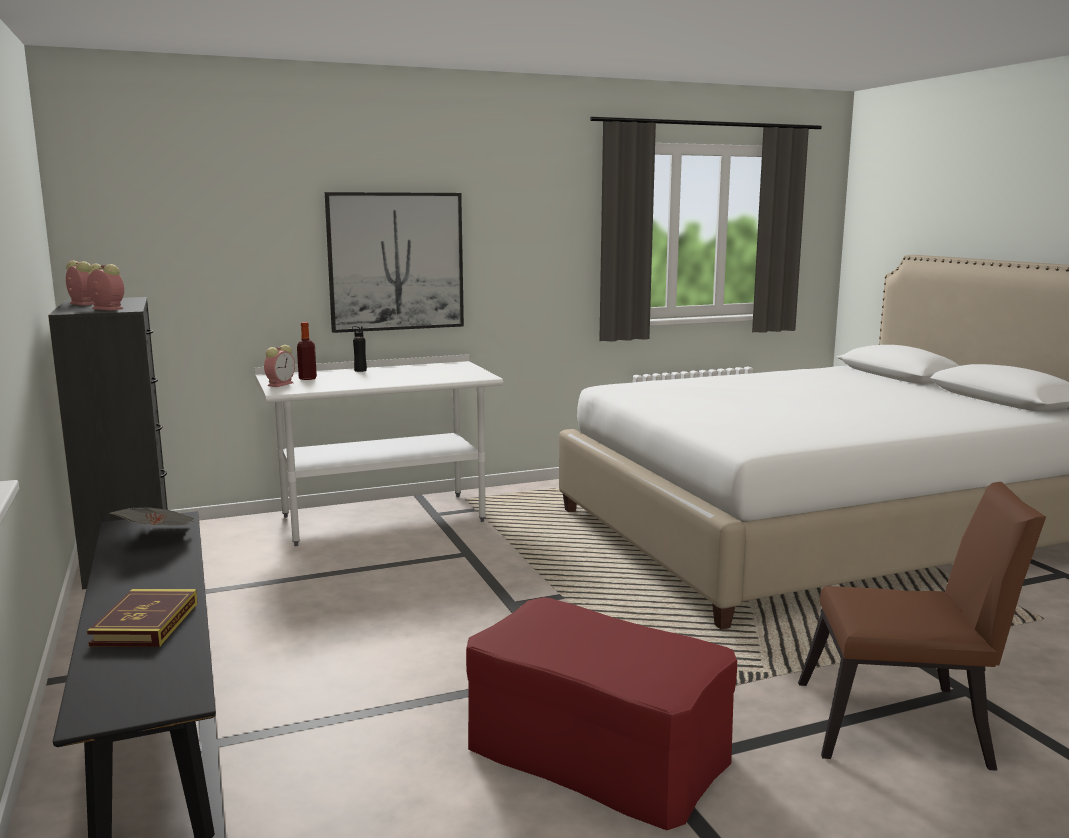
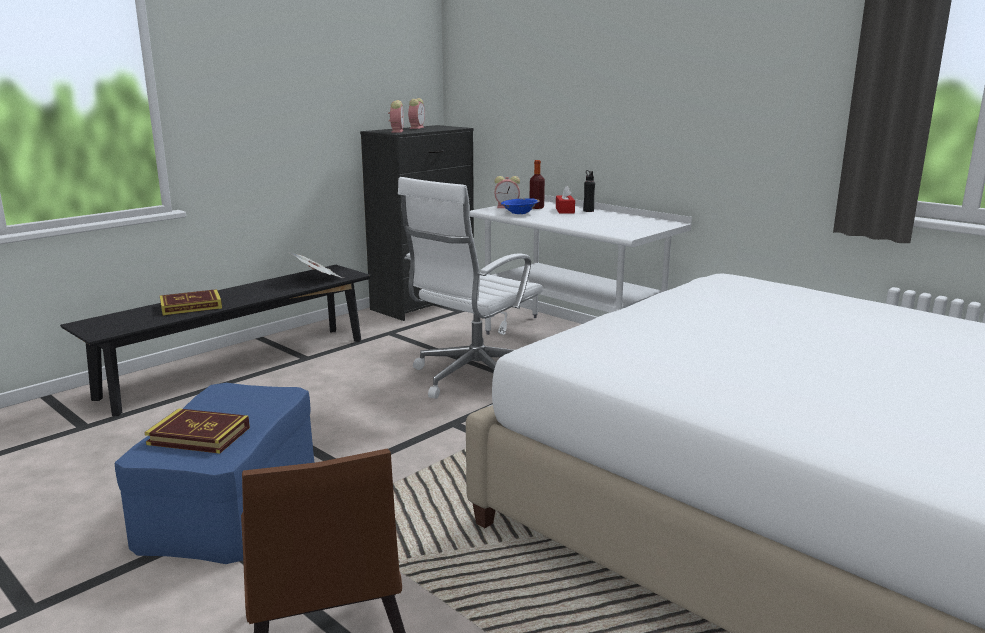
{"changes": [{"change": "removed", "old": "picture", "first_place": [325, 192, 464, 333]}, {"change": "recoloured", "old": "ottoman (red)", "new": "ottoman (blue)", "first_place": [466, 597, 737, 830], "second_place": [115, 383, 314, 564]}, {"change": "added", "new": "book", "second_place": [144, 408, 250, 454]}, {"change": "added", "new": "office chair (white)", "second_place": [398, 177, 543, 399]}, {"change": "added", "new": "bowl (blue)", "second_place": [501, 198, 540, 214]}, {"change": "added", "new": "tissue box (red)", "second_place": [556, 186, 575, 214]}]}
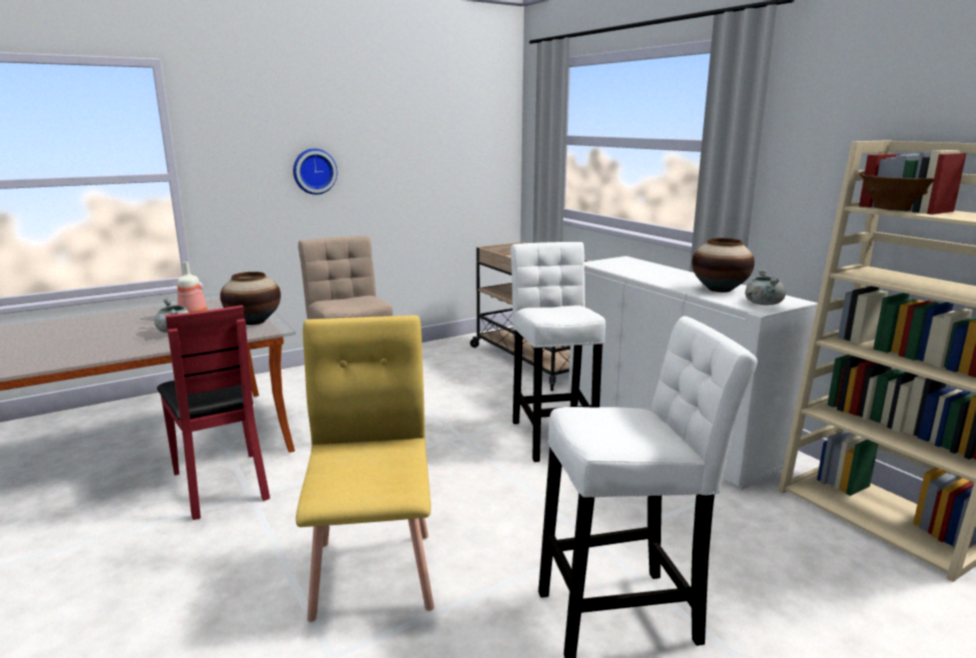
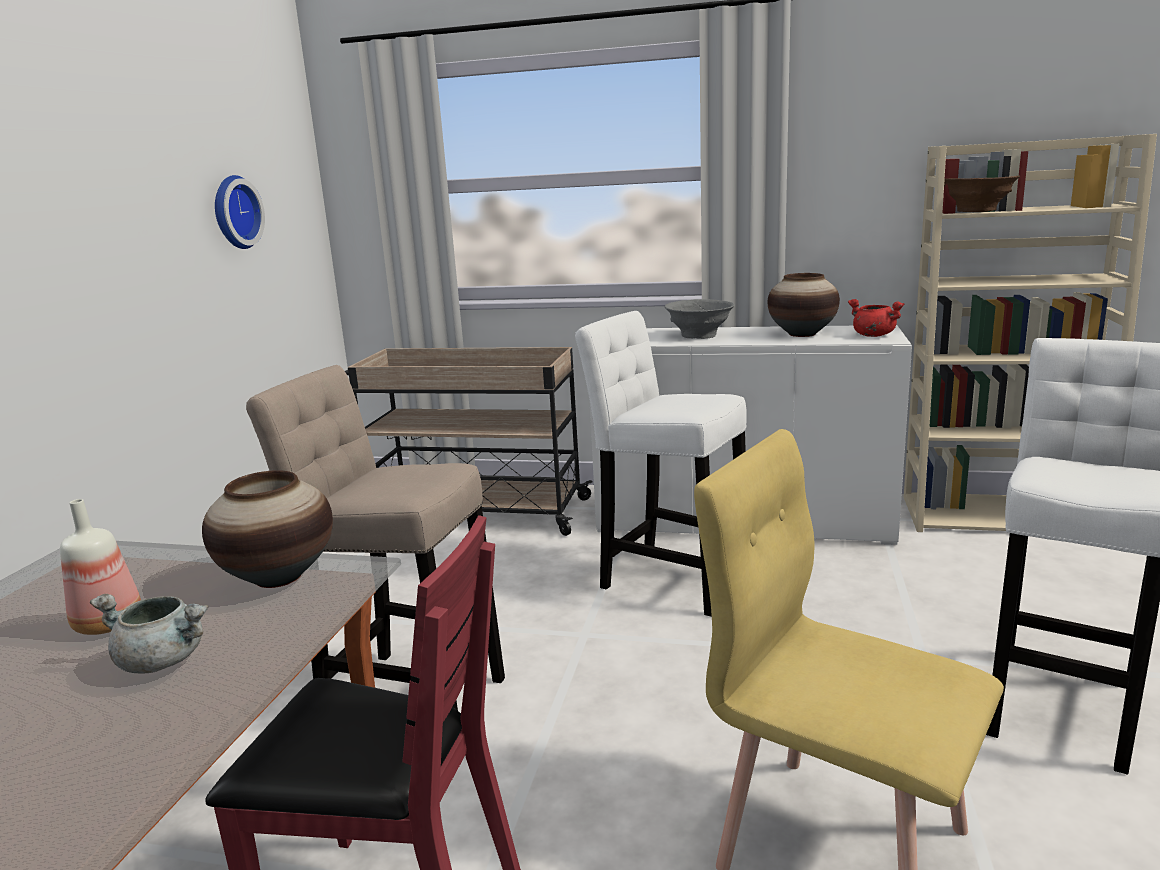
{"changes": [{"change": "moved", "old": "wall clock", "first_place": [293, 149, 337, 195], "second_place": [215, 175, 265, 249]}, {"change": "recoloured", "old": "cooking pot (grey)", "new": "cooking pot (red)", "first_place": [745, 269, 786, 305], "second_place": [848, 299, 904, 337]}, {"change": "added", "new": "bowl (grey)", "second_place": [665, 299, 734, 339]}]}
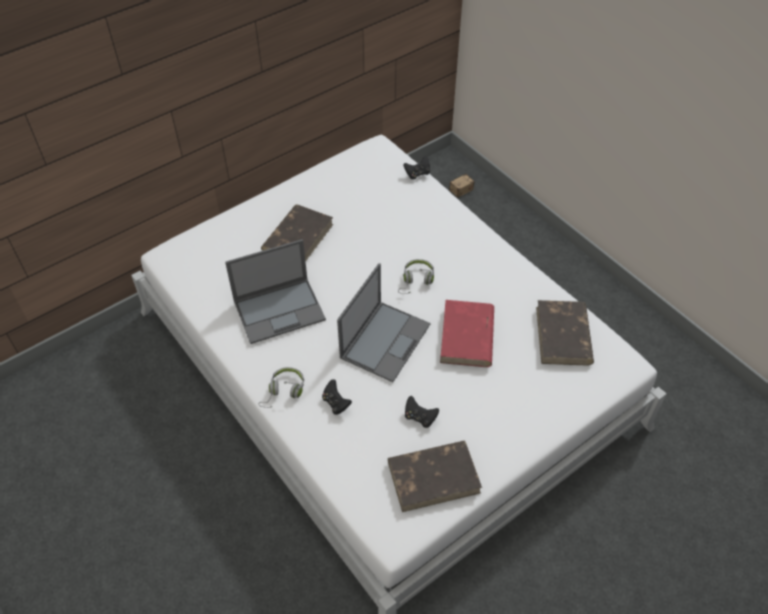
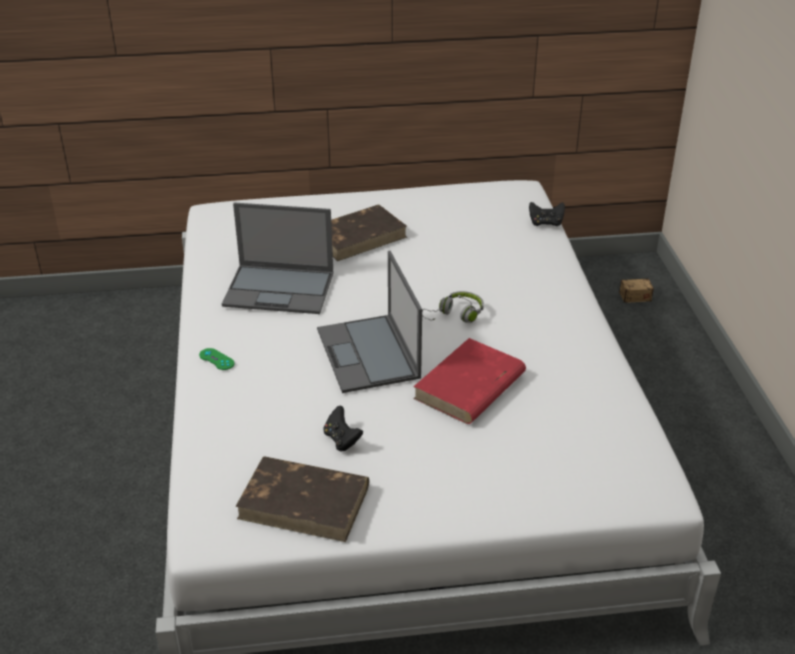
{"changes": [{"change": "replaced", "old": "headphones (grey)", "new": "game controller (green)", "first_place": [258, 367, 304, 408], "second_place": [199, 348, 235, 370]}, {"change": "removed", "old": "game controller (black)", "first_place": [322, 379, 352, 415]}, {"change": "turned", "old": "laptop", "first_place": [337, 263, 431, 382], "second_place": [317, 251, 422, 393], "degrees": 105}, {"change": "removed", "old": "book (brown)", "first_place": [536, 300, 594, 366]}]}
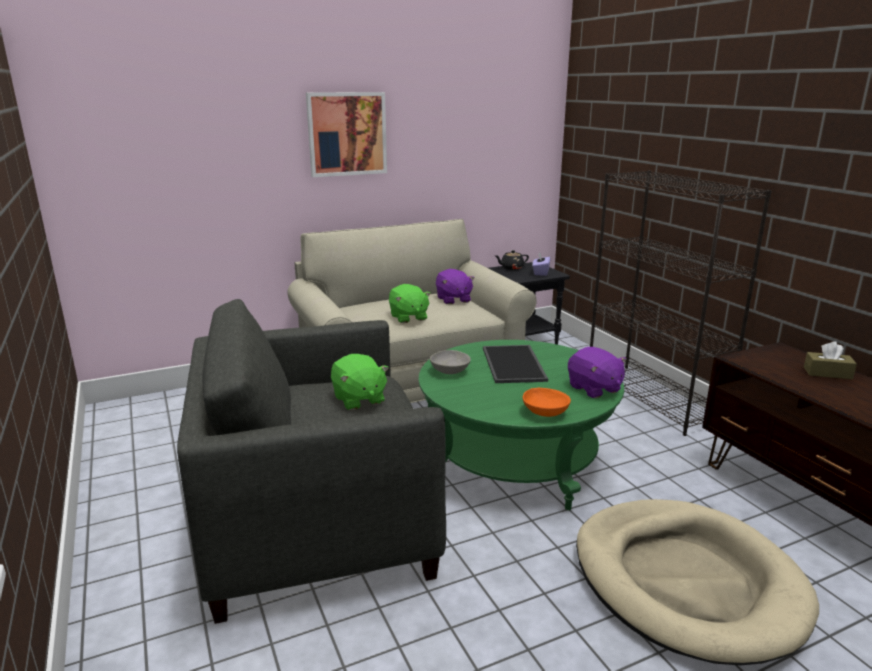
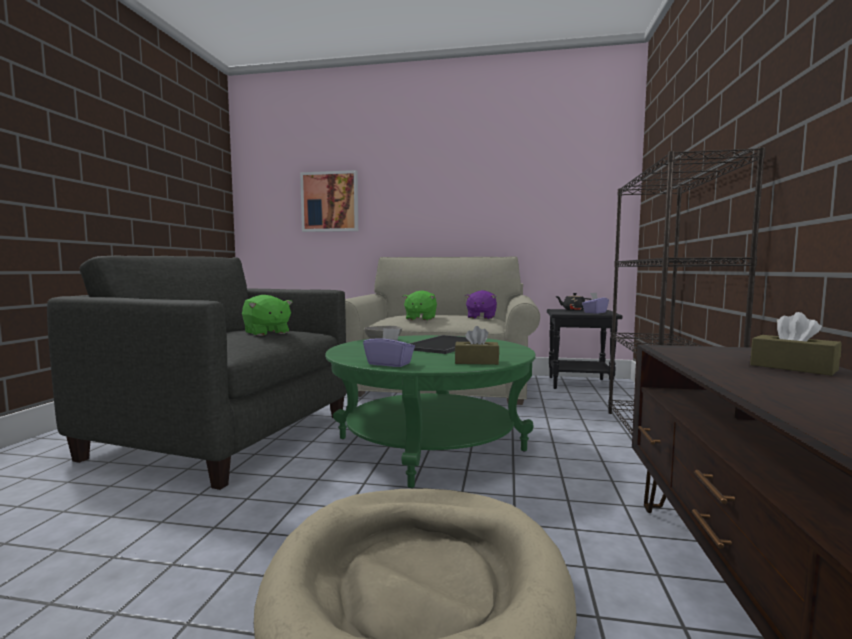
{"changes": [{"change": "moved", "old": "picture", "first_place": [306, 92, 387, 177], "second_place": [300, 170, 358, 232]}, {"change": "turned", "old": "plush toy (green)", "first_place": [331, 354, 389, 410], "second_place": [242, 295, 293, 336], "degrees": -45}, {"change": "replaced", "old": "bowl (orange)", "new": "tissue box (purple)", "first_place": [523, 388, 571, 417], "second_place": [363, 328, 415, 367]}, {"change": "replaced", "old": "plush toy (purple)", "new": "tissue box (brown)", "first_place": [568, 347, 627, 398], "second_place": [455, 326, 499, 365]}]}
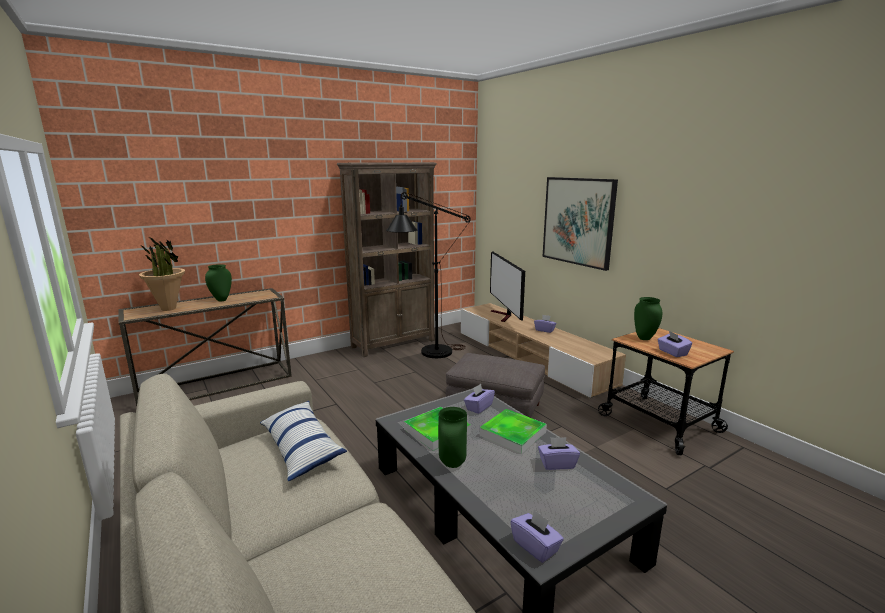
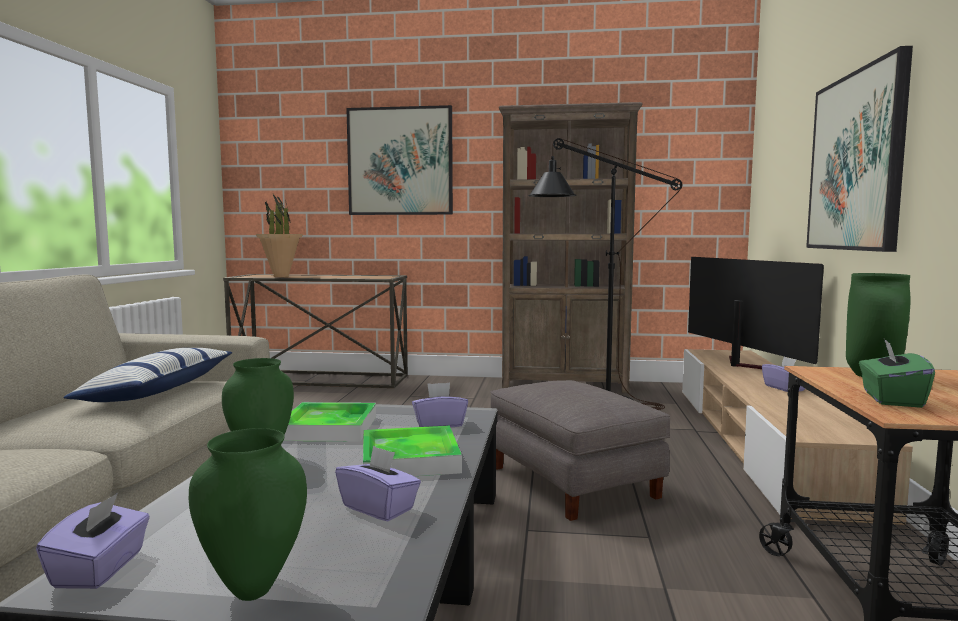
{"changes": [{"change": "moved", "old": "vase (green)", "first_place": [205, 264, 232, 301], "second_place": [189, 428, 307, 601]}, {"change": "turned", "old": "television", "first_place": [490, 252, 525, 322], "second_place": [688, 257, 824, 369], "degrees": 135}, {"change": "recoloured", "old": "tissue box (purple)", "new": "tissue box (green)", "first_place": [657, 331, 692, 357], "second_place": [859, 339, 935, 408]}, {"change": "added", "new": "picture", "second_place": [346, 105, 453, 215]}]}
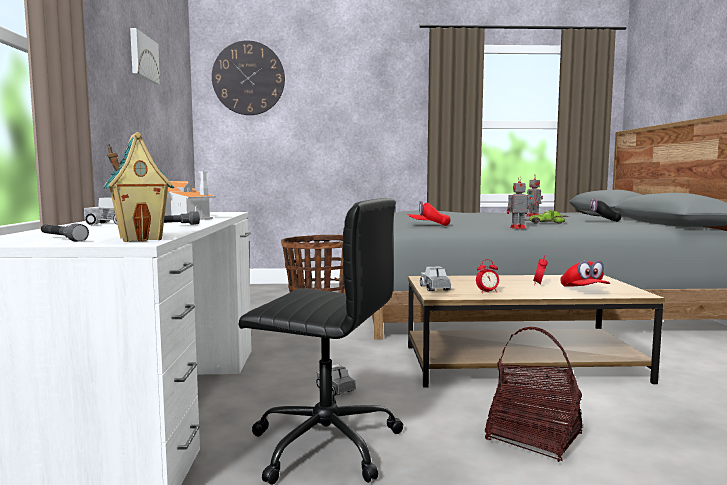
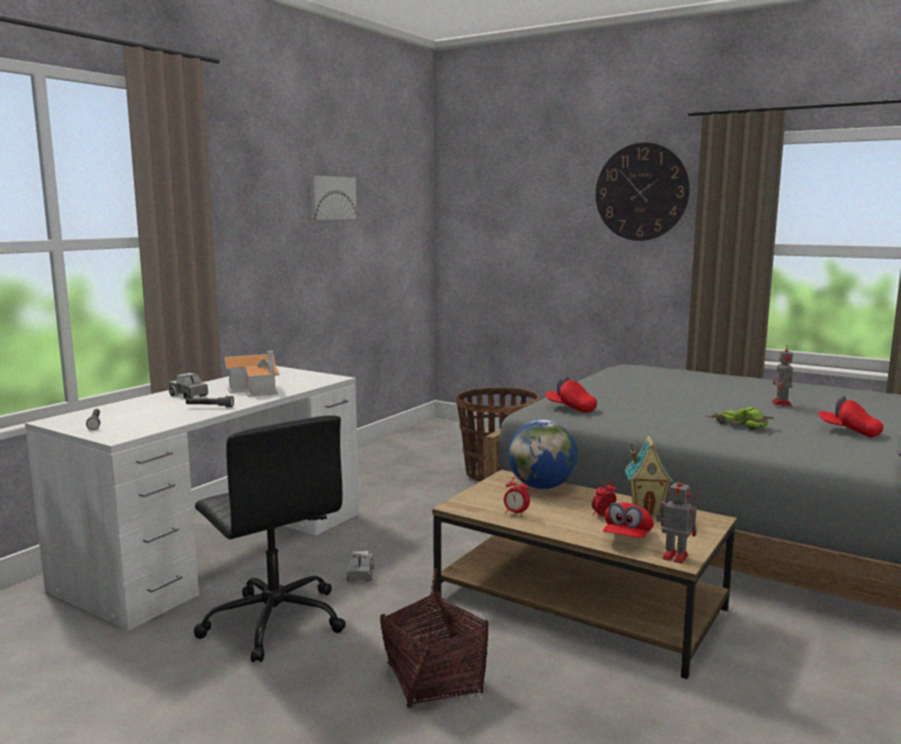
{"changes": [{"change": "moved", "old": "toy house", "first_place": [103, 132, 174, 242], "second_place": [625, 436, 674, 516]}, {"change": "moved", "old": "wall clock", "first_place": [212, 41, 285, 115], "second_place": [596, 142, 690, 241]}, {"change": "removed", "old": "toy truck", "first_place": [420, 266, 451, 291]}, {"change": "moved", "old": "toy robot", "first_place": [507, 176, 530, 229], "second_place": [656, 475, 697, 564]}, {"change": "recoloured", "old": "cap (black)", "new": "cap (red)", "first_place": [580, 199, 621, 222], "second_place": [818, 396, 883, 437]}, {"change": "added", "new": "globe", "second_place": [508, 419, 578, 489]}]}
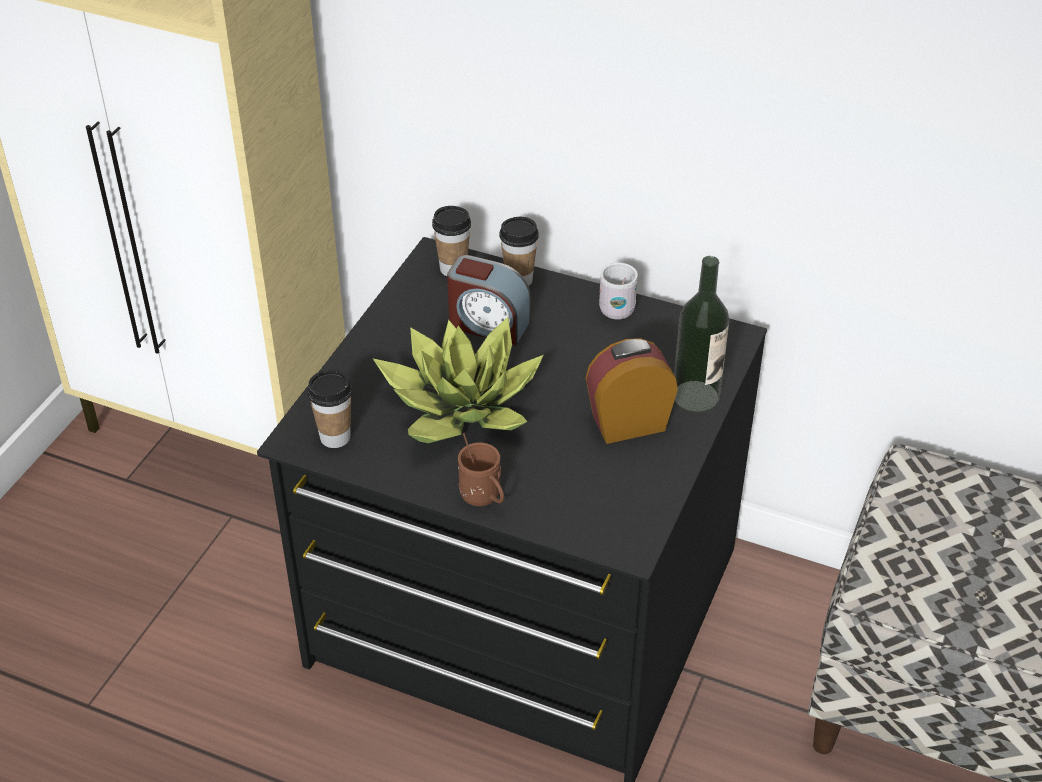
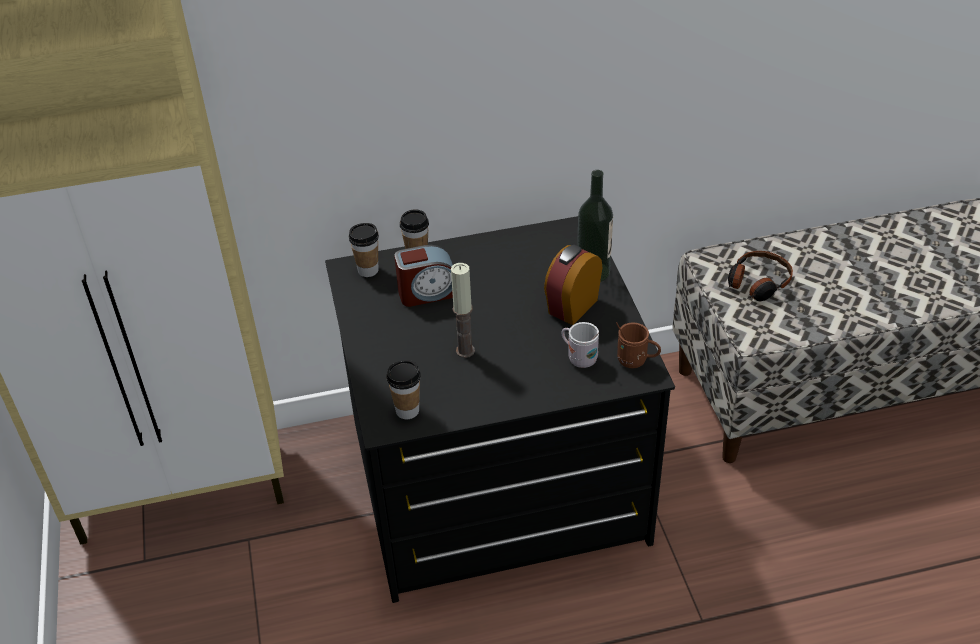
{"changes": [{"change": "replaced", "old": "potted plant", "new": "candle", "first_place": [372, 317, 544, 443], "second_place": [451, 263, 475, 358]}, {"change": "moved", "old": "mug (brown)", "first_place": [458, 433, 504, 506], "second_place": [616, 322, 661, 368]}, {"change": "moved", "old": "mug (white)", "first_place": [599, 263, 638, 320], "second_place": [561, 322, 599, 368]}, {"change": "added", "new": "headphones", "second_place": [728, 251, 793, 301]}]}
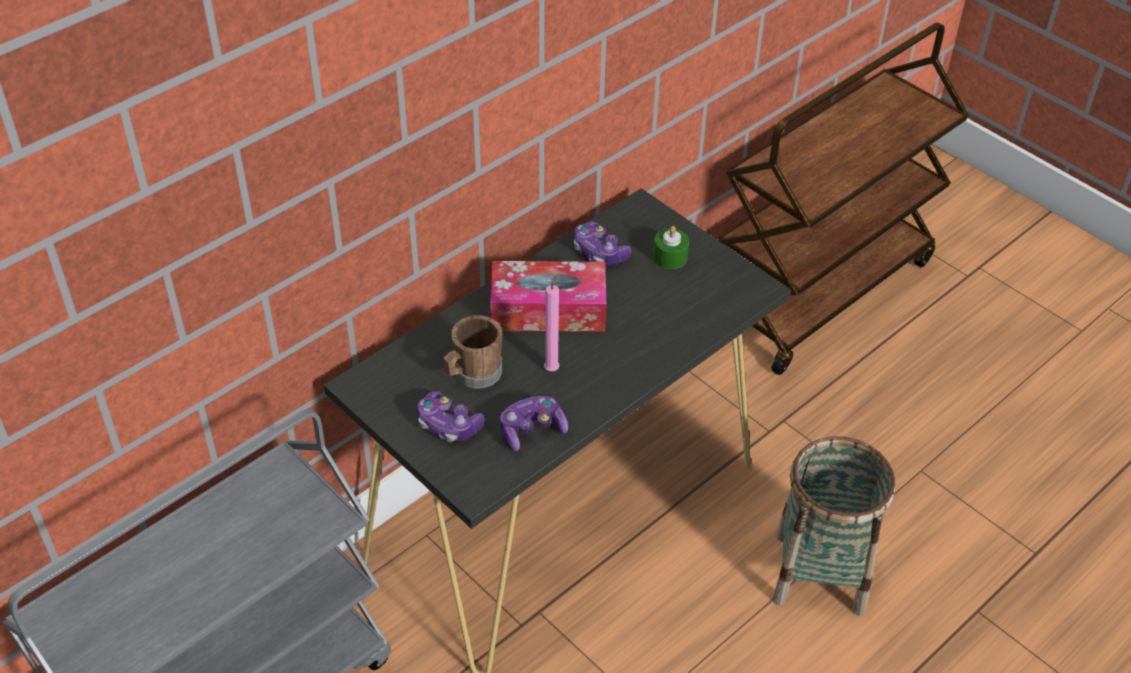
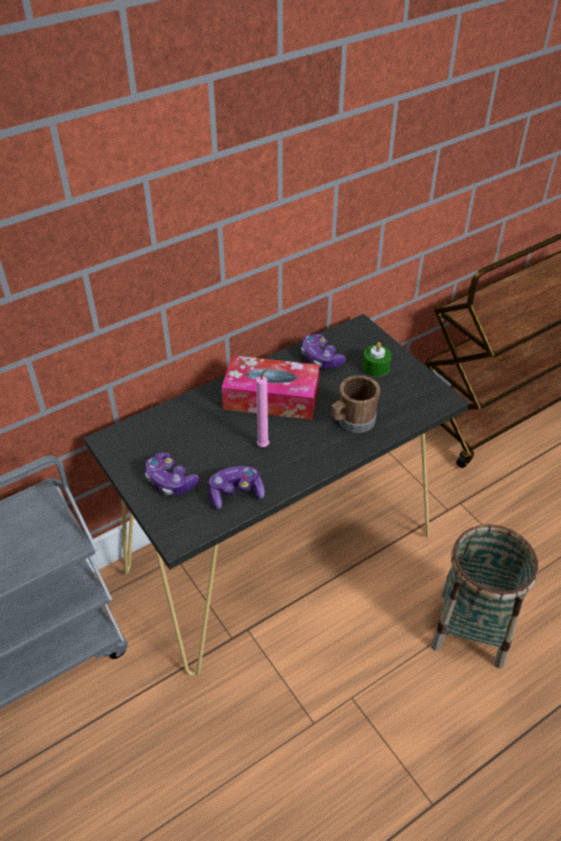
{"changes": [{"change": "moved", "old": "mug (brown)", "first_place": [443, 315, 503, 389], "second_place": [332, 375, 380, 433]}]}
